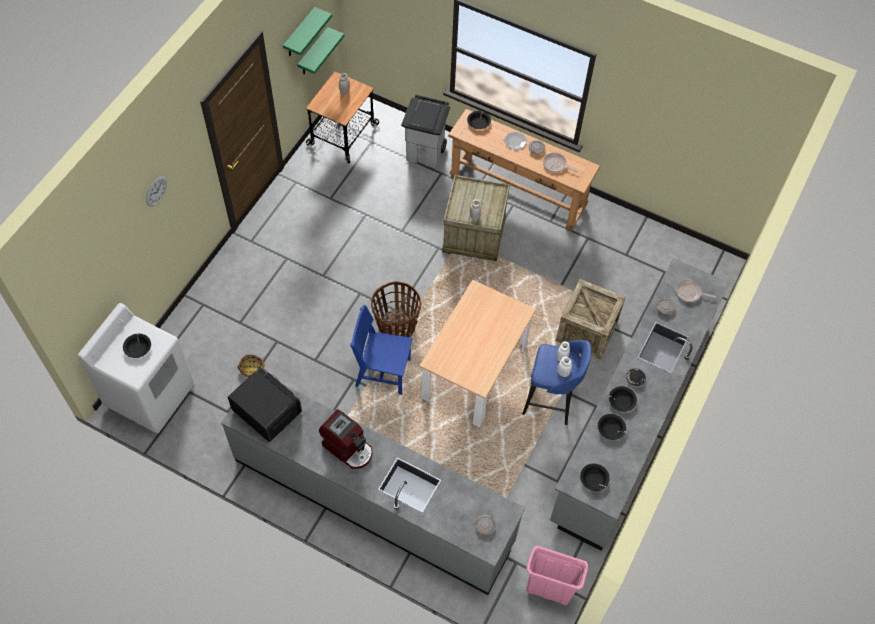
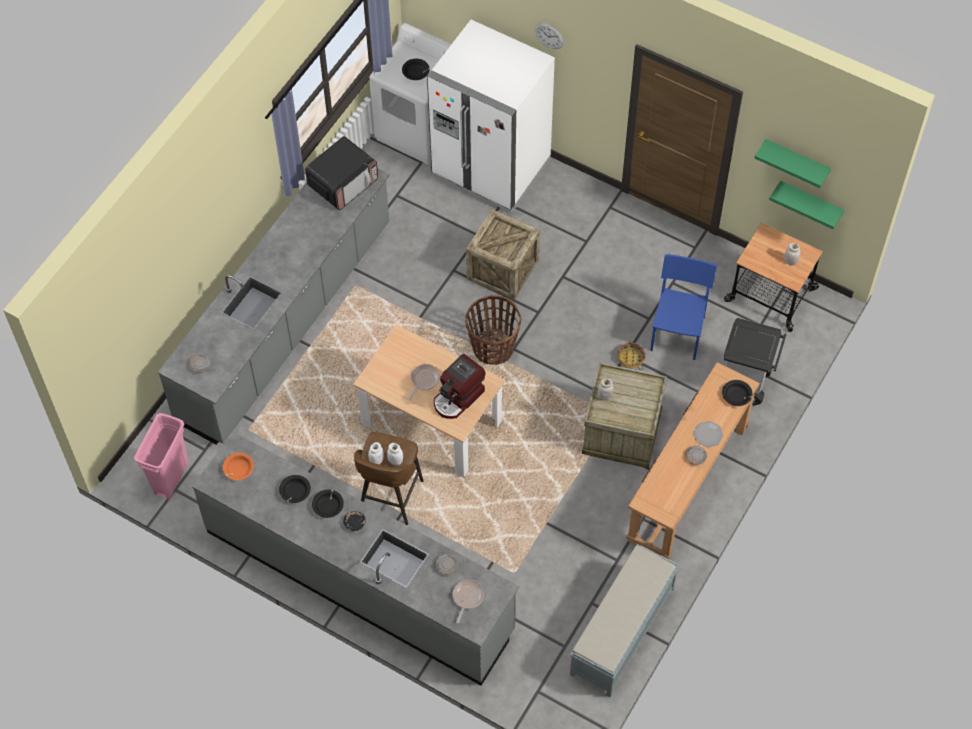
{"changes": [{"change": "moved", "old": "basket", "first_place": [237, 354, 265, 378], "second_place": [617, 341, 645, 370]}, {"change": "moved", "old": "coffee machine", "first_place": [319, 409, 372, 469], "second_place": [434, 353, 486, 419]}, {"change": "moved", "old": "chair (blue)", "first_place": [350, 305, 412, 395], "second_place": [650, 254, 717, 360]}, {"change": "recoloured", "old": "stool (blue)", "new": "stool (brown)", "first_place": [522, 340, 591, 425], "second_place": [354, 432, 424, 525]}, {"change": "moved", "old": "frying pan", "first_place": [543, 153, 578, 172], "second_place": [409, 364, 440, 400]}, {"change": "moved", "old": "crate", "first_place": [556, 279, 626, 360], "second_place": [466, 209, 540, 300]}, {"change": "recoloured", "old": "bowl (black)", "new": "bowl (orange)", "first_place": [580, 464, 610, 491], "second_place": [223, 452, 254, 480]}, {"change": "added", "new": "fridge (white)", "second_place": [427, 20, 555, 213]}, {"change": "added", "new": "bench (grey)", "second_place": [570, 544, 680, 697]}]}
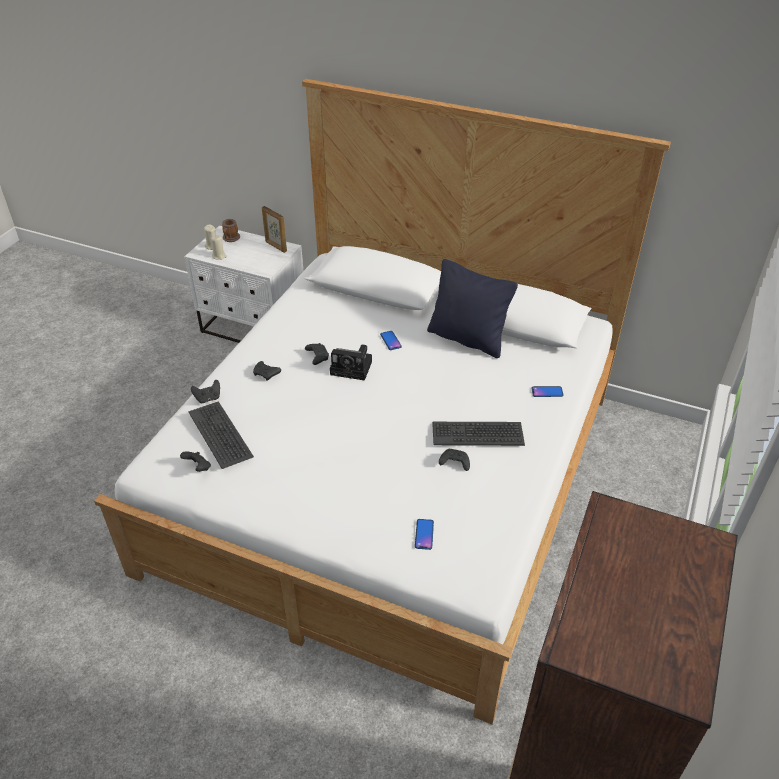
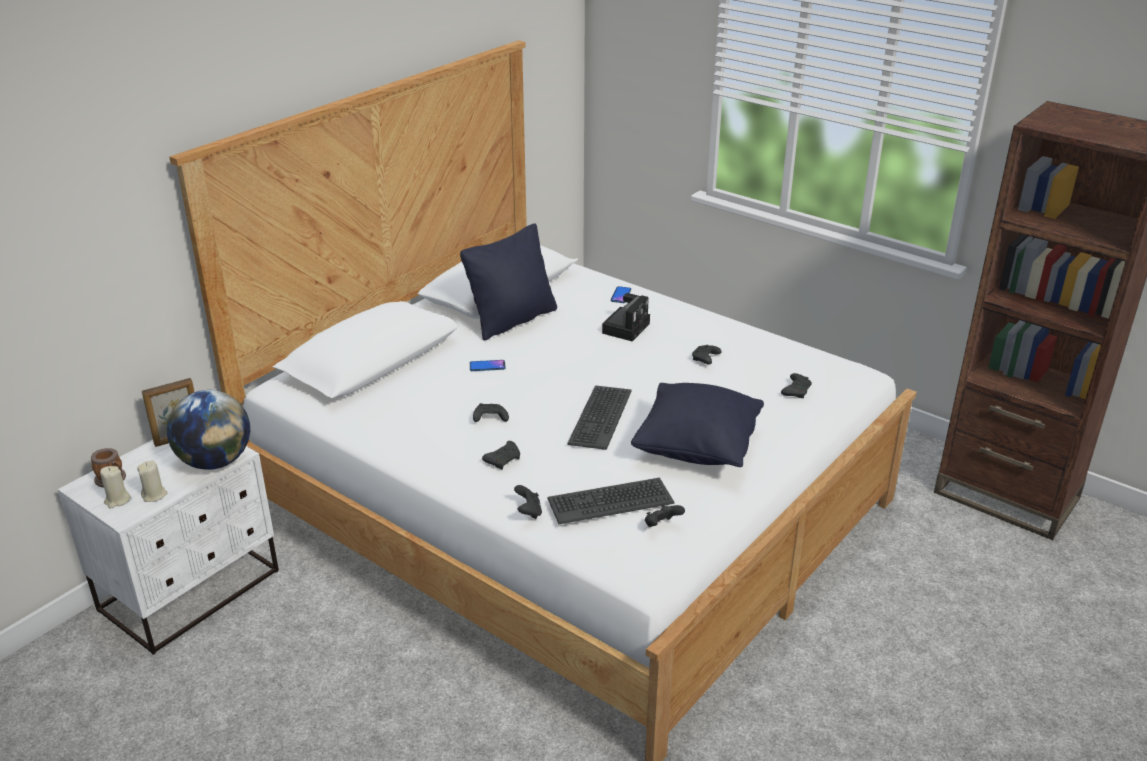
{"changes": [{"change": "moved", "old": "photo camera", "first_place": [330, 344, 372, 381], "second_place": [602, 293, 650, 341]}, {"change": "replaced", "old": "phone", "new": "game controller (black)", "first_place": [415, 519, 434, 550], "second_place": [781, 373, 812, 398]}, {"change": "moved", "old": "keyboard", "first_place": [432, 422, 525, 446], "second_place": [568, 385, 632, 450]}, {"change": "added", "new": "globe", "second_place": [167, 390, 250, 470]}, {"change": "added", "new": "pillow (black)", "second_place": [631, 383, 764, 467]}]}
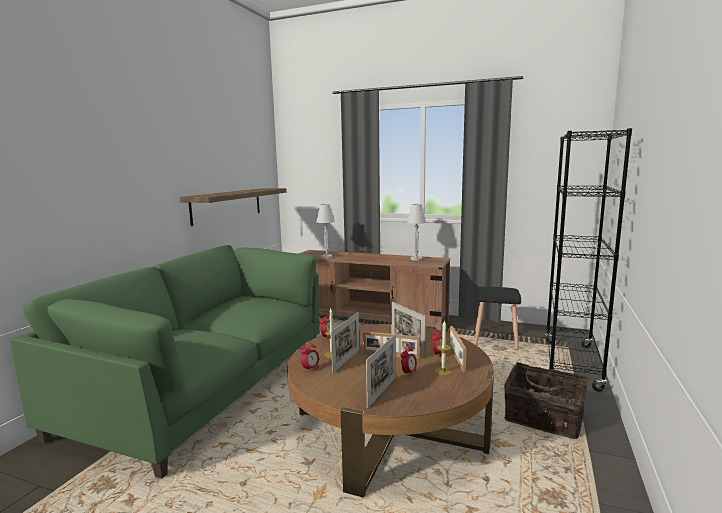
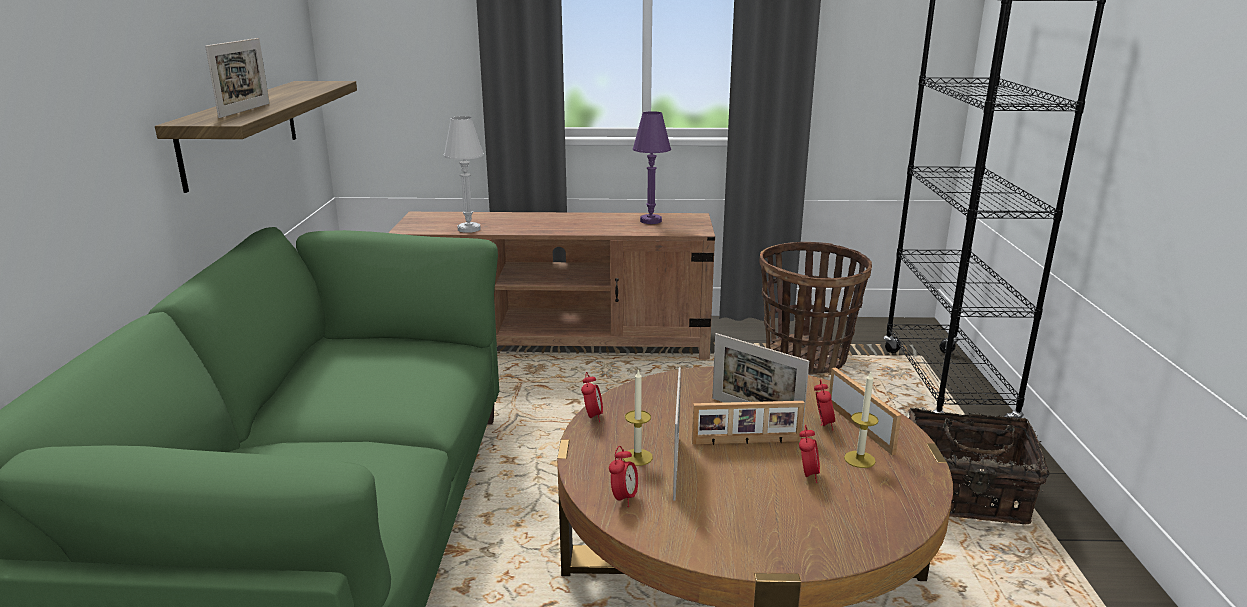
{"changes": [{"change": "moved", "old": "picture frame", "first_place": [366, 334, 396, 408], "second_place": [205, 38, 269, 118]}, {"change": "recoloured", "old": "table lamp (white)", "new": "table lamp (purple)", "first_place": [407, 204, 426, 261], "second_place": [633, 111, 671, 224]}, {"change": "replaced", "old": "stool (black)", "new": "basket", "first_place": [474, 286, 521, 350], "second_place": [759, 242, 872, 374]}]}
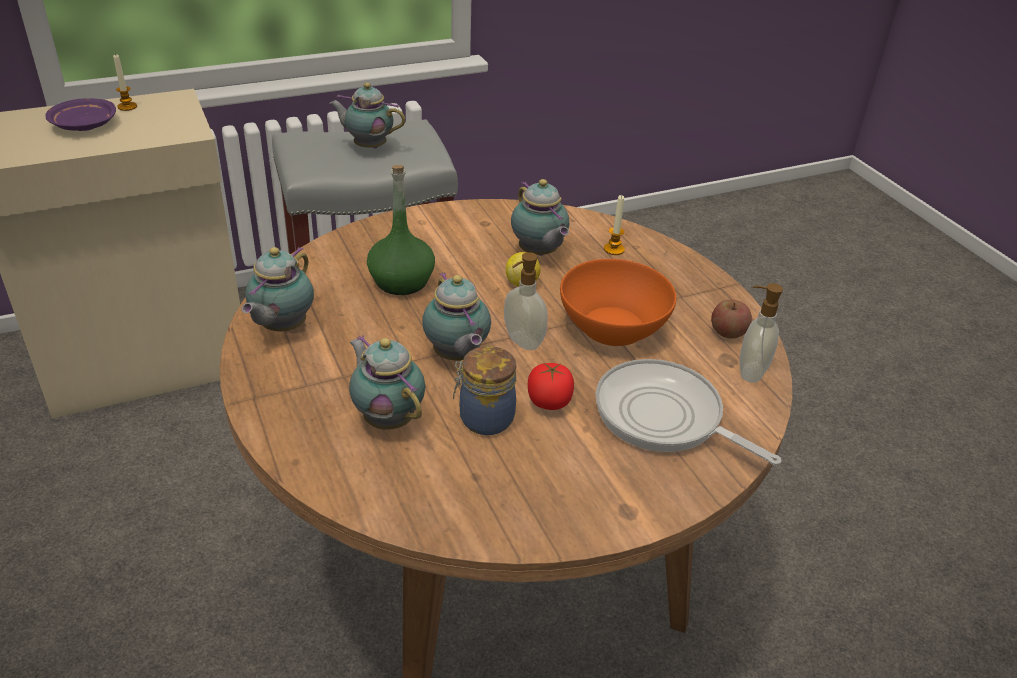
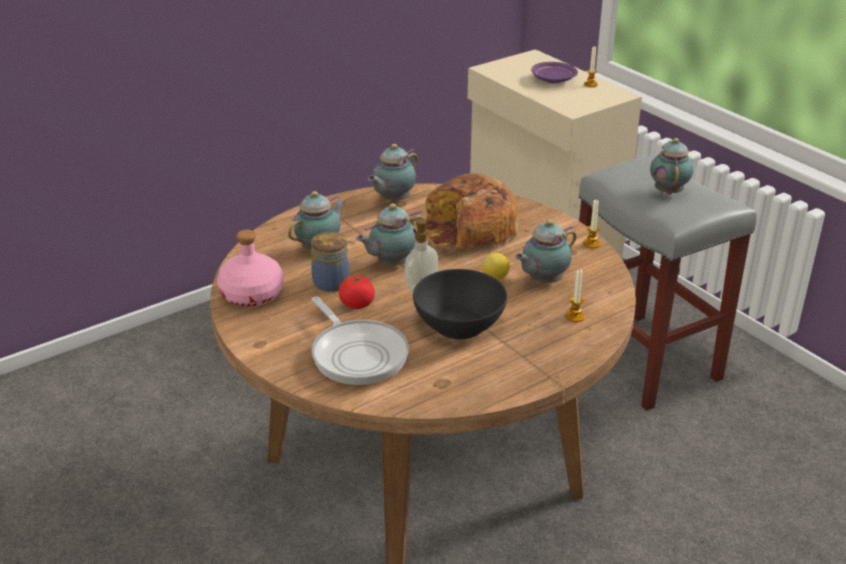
{"changes": [{"change": "turned", "old": "teapot", "first_place": [241, 247, 314, 331], "second_place": [368, 144, 418, 202], "degrees": -60}, {"change": "replaced", "old": "bottle (green)", "new": "bread", "first_place": [367, 165, 435, 295], "second_place": [425, 173, 519, 251]}, {"change": "recoloured", "old": "bowl (orange)", "new": "bowl (black)", "first_place": [560, 259, 676, 346], "second_place": [413, 269, 507, 339]}, {"change": "turned", "old": "frying pan", "first_place": [595, 359, 782, 465], "second_place": [311, 297, 409, 385], "degrees": 120}, {"change": "removed", "old": "apple", "first_place": [711, 300, 752, 339]}, {"change": "removed", "old": "soap dispenser", "first_place": [739, 283, 783, 383]}, {"change": "added", "new": "bottle (pink)", "second_place": [217, 230, 284, 306]}, {"change": "added", "new": "candle", "second_place": [583, 200, 600, 248]}]}
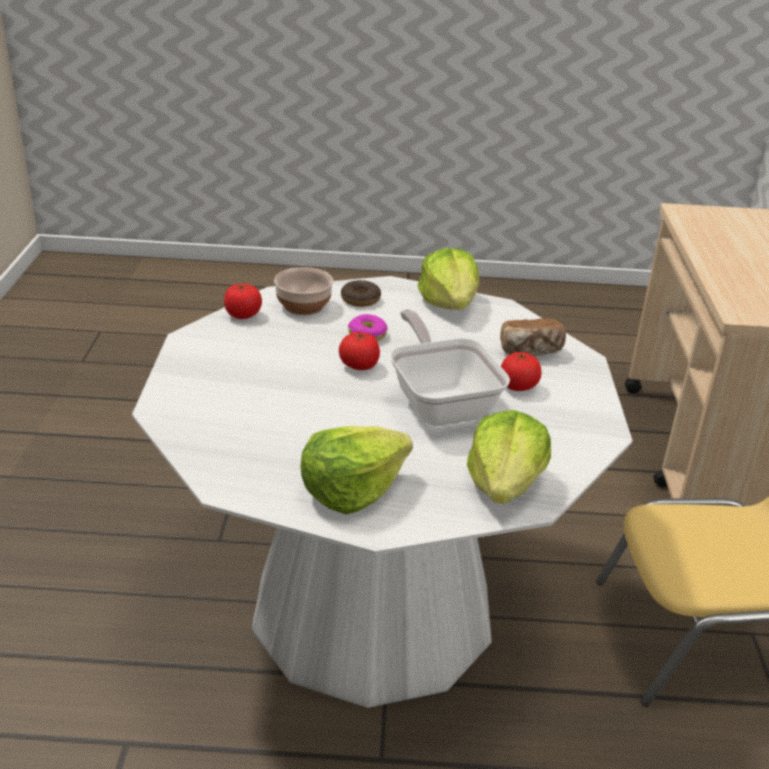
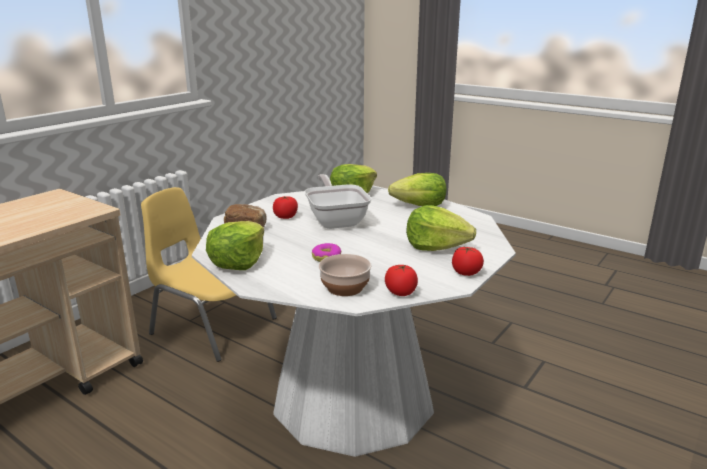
{"changes": [{"change": "moved", "old": "tomato", "first_place": [339, 331, 380, 370], "second_place": [452, 247, 484, 276]}, {"change": "removed", "old": "donut", "first_place": [341, 280, 381, 307]}, {"change": "turned", "old": "frying pan", "first_place": [390, 310, 510, 426], "second_place": [305, 174, 372, 229], "degrees": 150}, {"change": "added", "new": "lettuce", "second_place": [406, 205, 476, 251]}]}
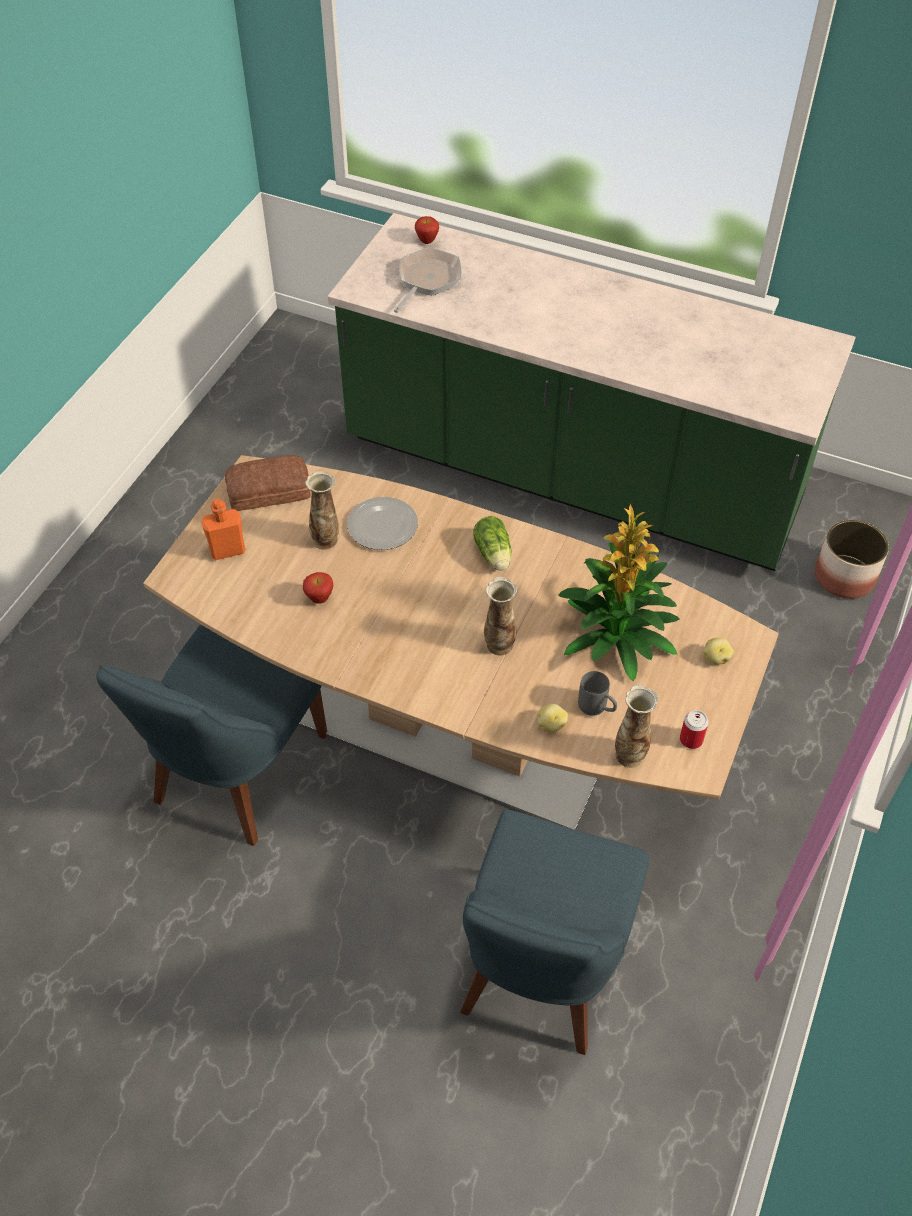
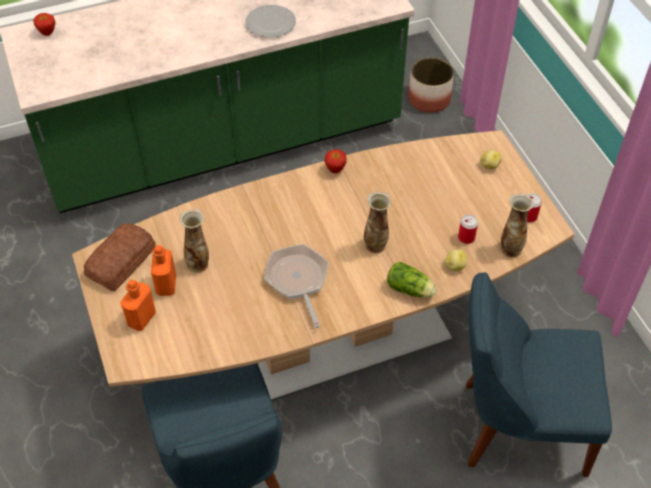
{"changes": [{"change": "moved", "old": "apple", "first_place": [303, 572, 333, 604], "second_place": [325, 149, 347, 173]}, {"change": "moved", "old": "plate", "first_place": [347, 497, 418, 550], "second_place": [246, 5, 296, 38]}, {"change": "moved", "old": "frying pan", "first_place": [394, 248, 462, 313], "second_place": [264, 244, 328, 328]}, {"change": "turned", "old": "chair (blue)", "first_place": [460, 810, 649, 1055], "second_place": [466, 272, 612, 477], "degrees": 120}, {"change": "moved", "old": "lettuce", "first_place": [473, 516, 512, 571], "second_place": [387, 262, 436, 298]}, {"change": "removed", "old": "potted plant", "first_place": [558, 504, 679, 681]}, {"change": "replaced", "old": "mug (grey)", "new": "can", "first_place": [578, 671, 617, 716], "second_place": [458, 215, 478, 244]}, {"change": "added", "new": "bottle (orange)", "second_place": [151, 245, 176, 296]}]}
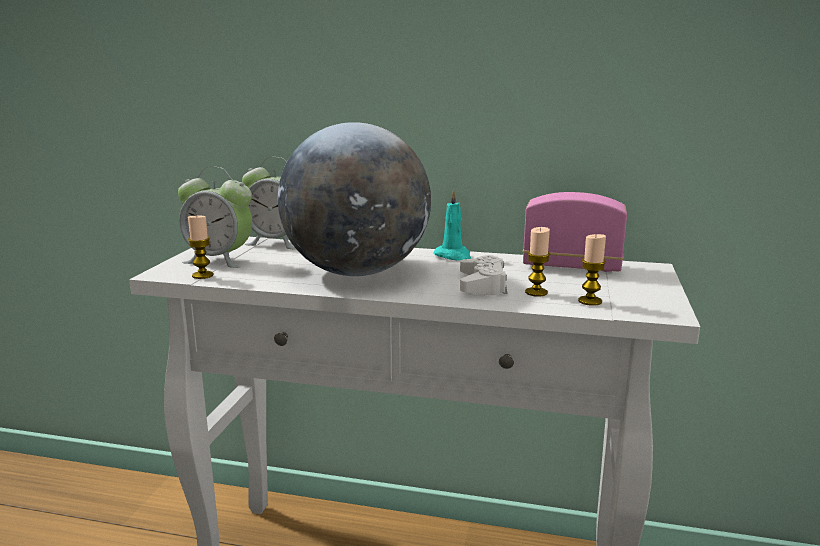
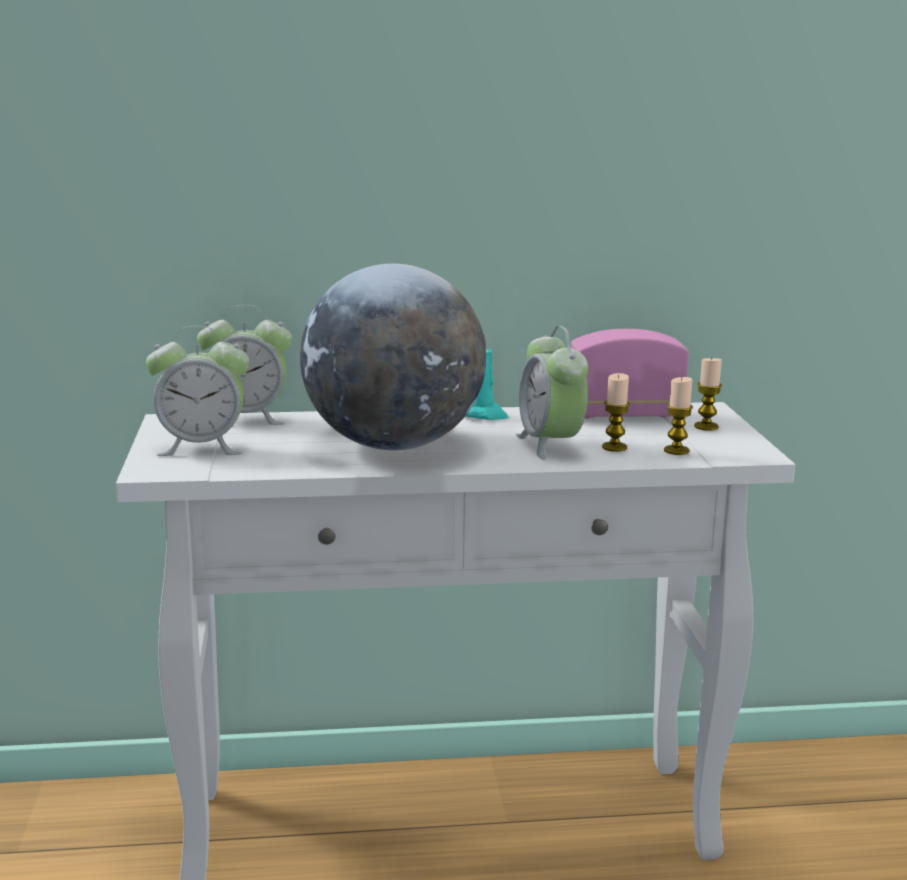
{"changes": [{"change": "moved", "old": "candle", "first_place": [188, 216, 214, 279], "second_place": [694, 358, 722, 431]}, {"change": "replaced", "old": "game controller (white)", "new": "alarm clock", "first_place": [460, 255, 507, 295], "second_place": [516, 326, 588, 460]}]}
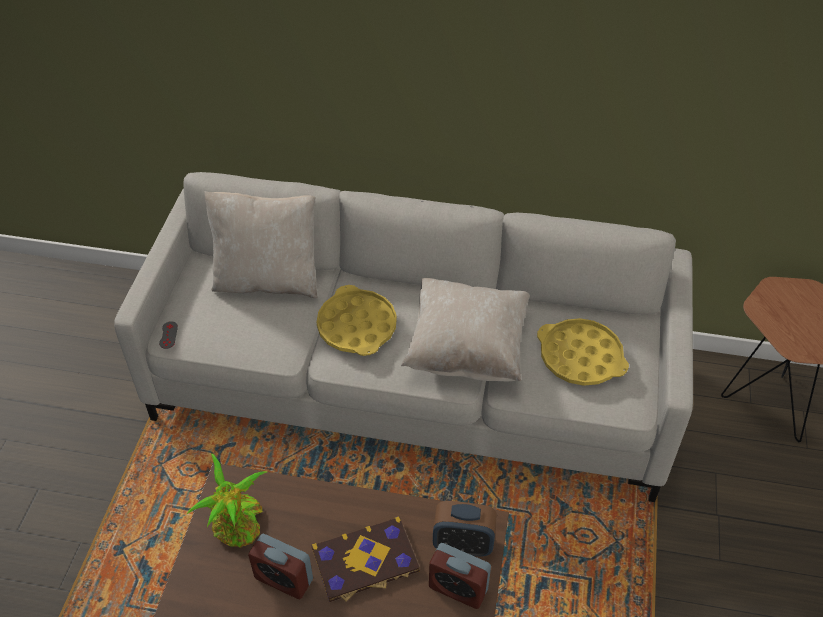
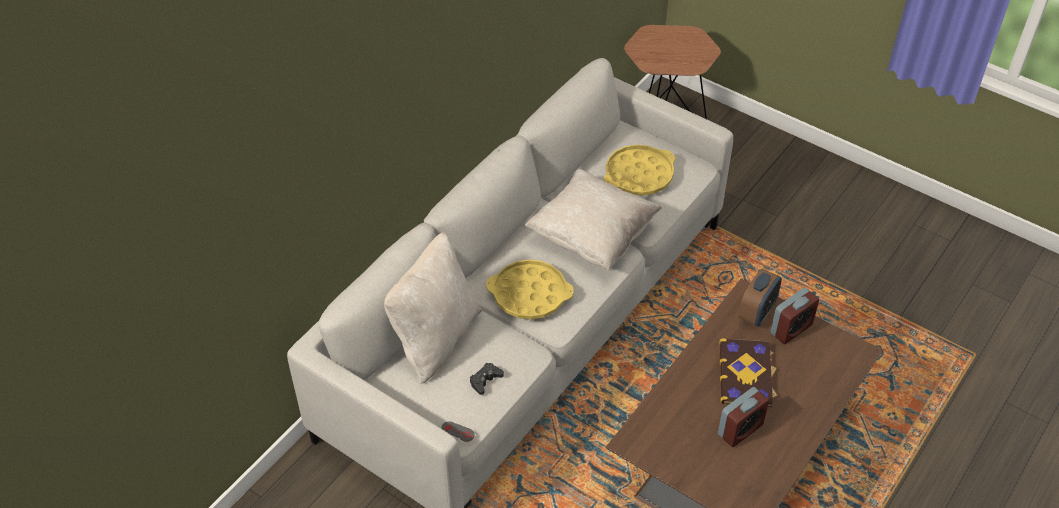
{"changes": [{"change": "removed", "old": "potted plant", "first_place": [187, 453, 267, 547]}, {"change": "added", "new": "game controller (black)", "second_place": [470, 363, 504, 395]}]}
